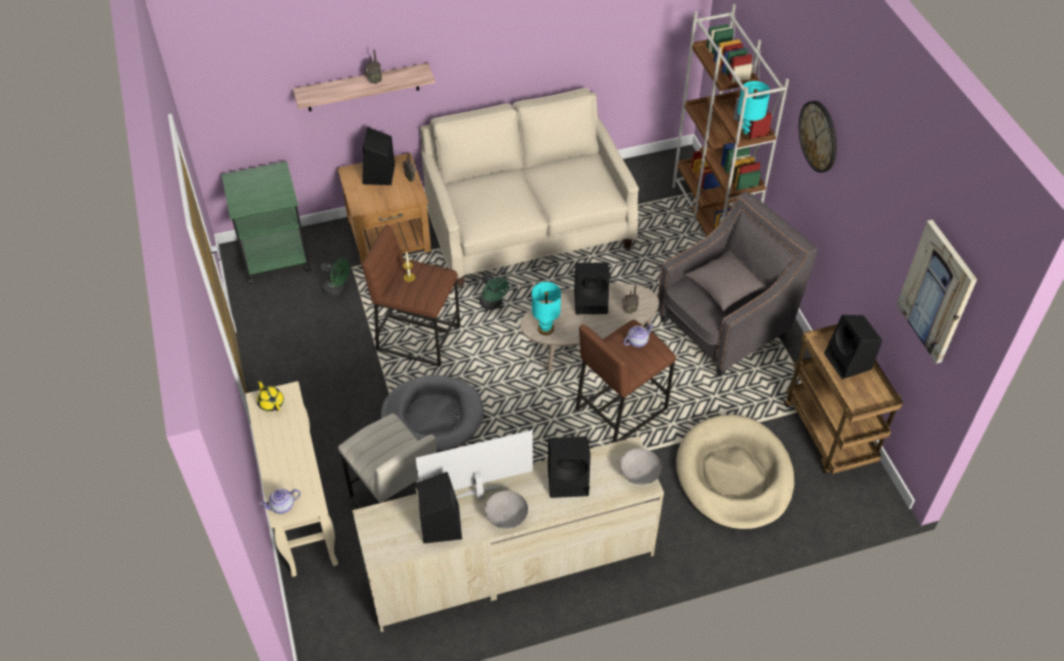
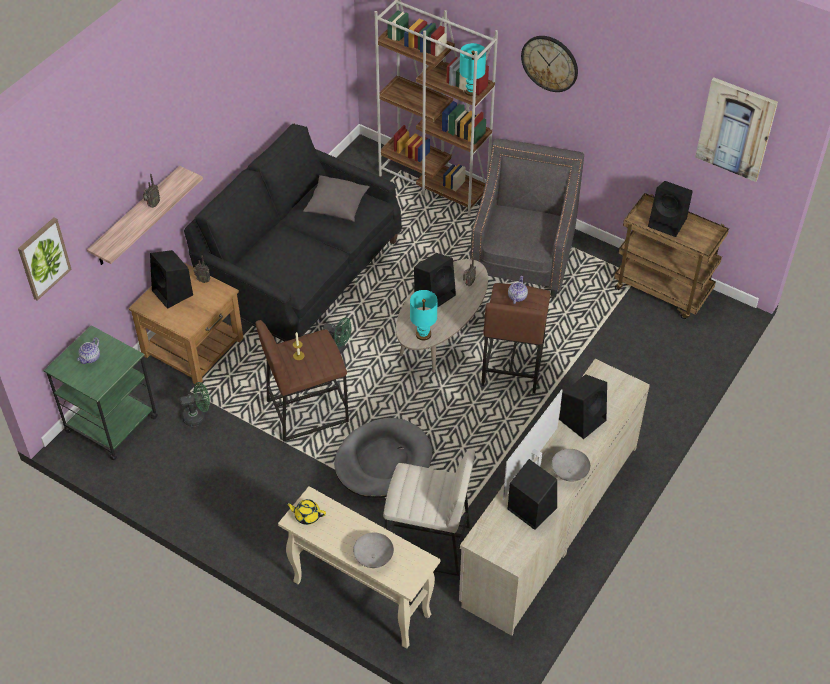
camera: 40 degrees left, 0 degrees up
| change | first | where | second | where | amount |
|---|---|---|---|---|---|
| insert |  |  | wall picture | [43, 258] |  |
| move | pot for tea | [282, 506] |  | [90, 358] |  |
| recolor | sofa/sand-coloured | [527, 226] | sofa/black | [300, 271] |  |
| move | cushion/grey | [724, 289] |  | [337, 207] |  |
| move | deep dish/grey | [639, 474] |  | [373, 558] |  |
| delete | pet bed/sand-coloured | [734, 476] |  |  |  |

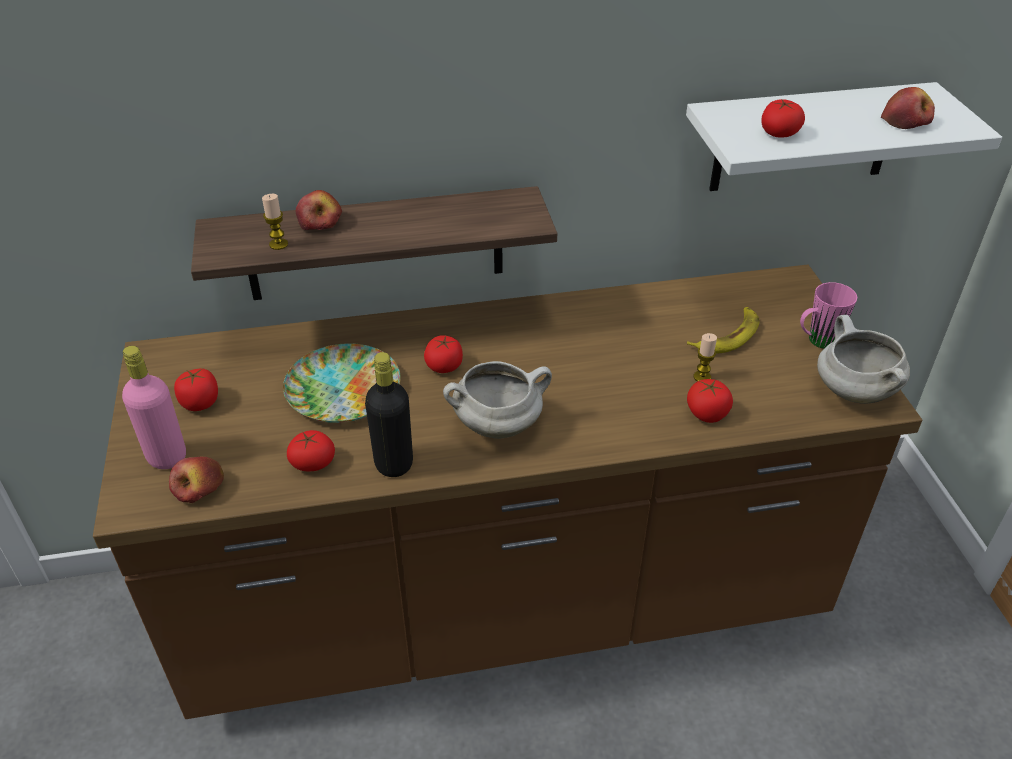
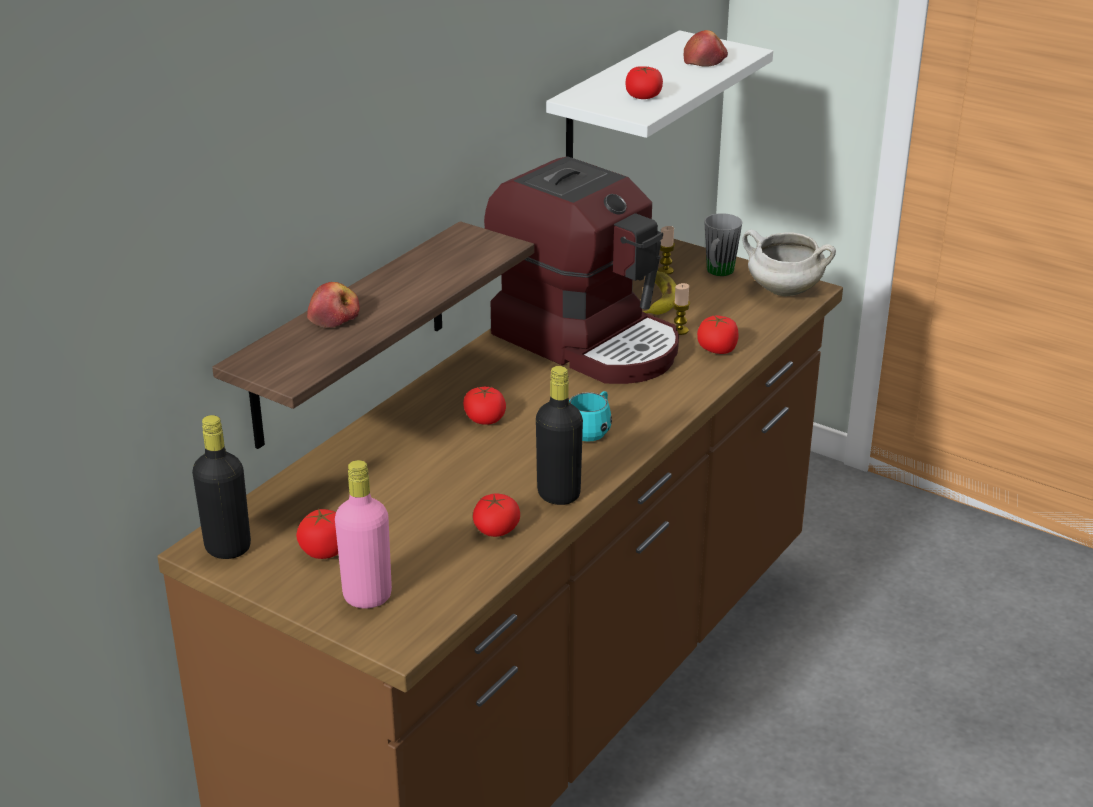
camera: 45 degrees left, 10 degrees down
| change | first | where | second | where | amount |
|---|---|---|---|---|---|
| insert |  |  | bottle/black | [228, 548] |  |
| insert |  |  | coffee maker | [588, 340] |  |
| replace | stockpot/white-coloured | [498, 425] | coffee mug/turquoise | [591, 431] |  |
| move | wax light | [278, 244] |  | [665, 271] |  |
| recolor | coffee mug/pinkish | [816, 342] | coffee mug/grey | [718, 273] |  |
| delete | apple | [199, 488] |  |  |  |
| delete | flat dish | [342, 390] |  |  |  |

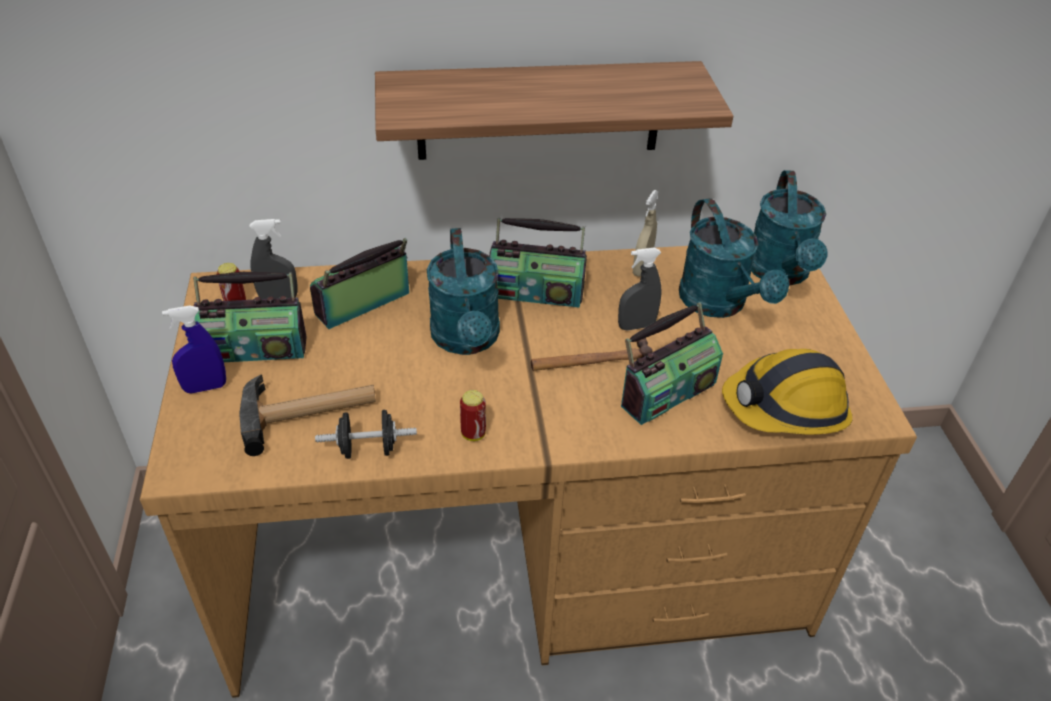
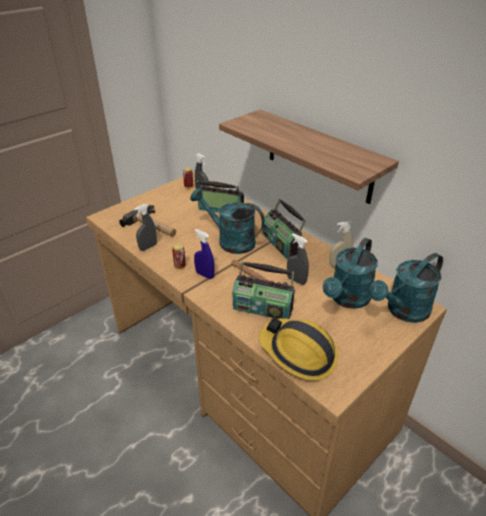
camera: 55 degrees right, 5 degrees down
| change | first | where | second | where | amount |
|---|---|---|---|---|---|
| replace | dumbbell/black | [368, 449] | spray bottle/grey | [148, 247] |  |
| rotate | watering can/turquoise | [467, 340] |  | [230, 241] | 75 degrees clockwise |
| move | spray bottle/blue-coloured | [205, 387] |  | [205, 275] |  |
| delete | radio set | [255, 348] |  |  |  |

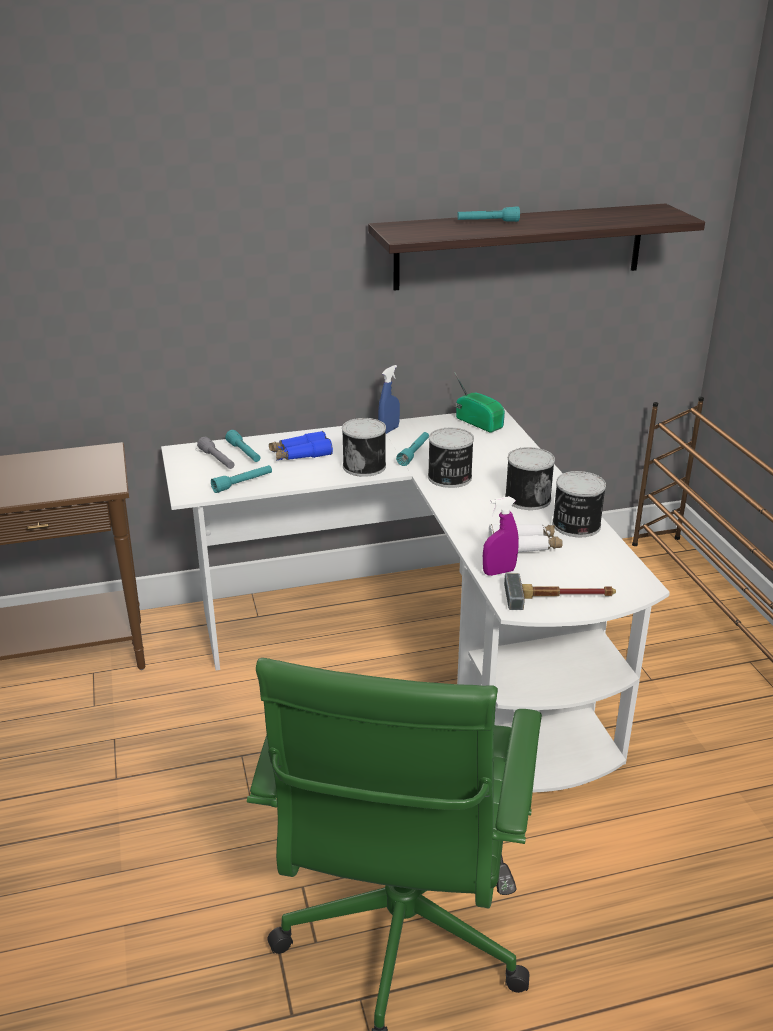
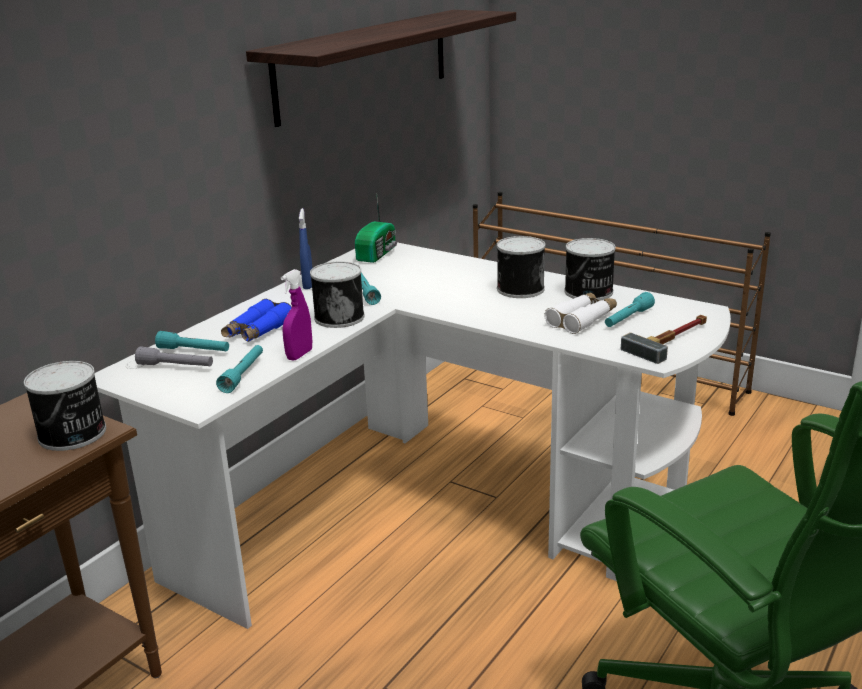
camera: 40 degrees left, 5 degrees down
| change | first | where | second | where | amount |
|---|---|---|---|---|---|
| move | metal can | [449, 477] |  | [73, 434] |  |
| move | spray bottle/purple-coloured | [499, 572] |  | [299, 355] |  |
| rotate | radio set | [479, 422] |  | [378, 253] | 105 degrees clockwise |
| move | torch/turquoise | [487, 222] |  | [628, 318] |  |

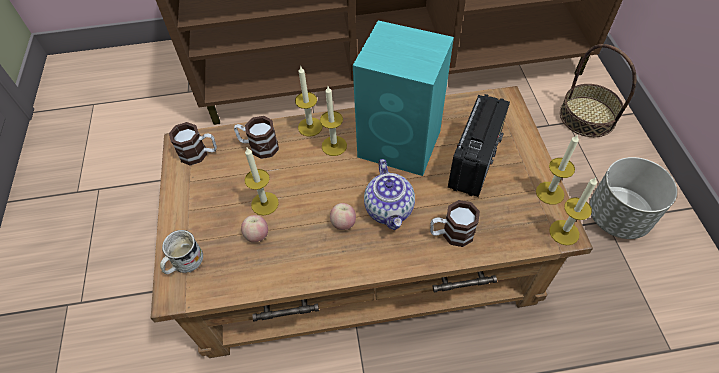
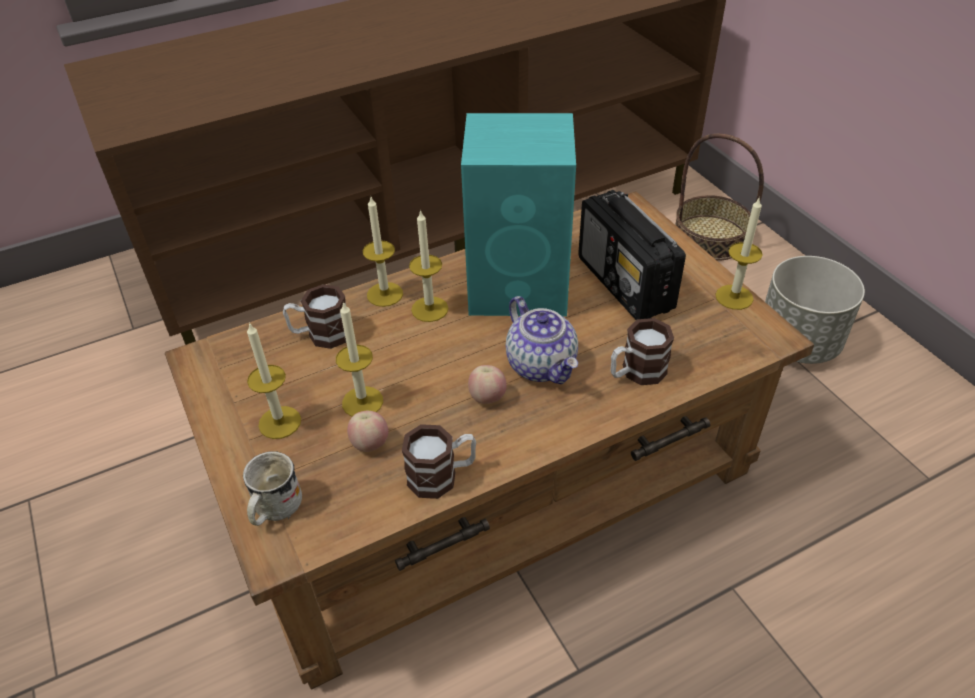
camera: 20 degrees left, 10 degrees down
| change | first | where | second | where | amount |
|---|---|---|---|---|---|
| move | wax light | [564, 232] |  | [279, 422] |  |
| move | coffee mug | [199, 154] |  | [442, 475] |  |
| rotate | radio set | [474, 161] |  | [625, 284] | 150 degrees clockwise |

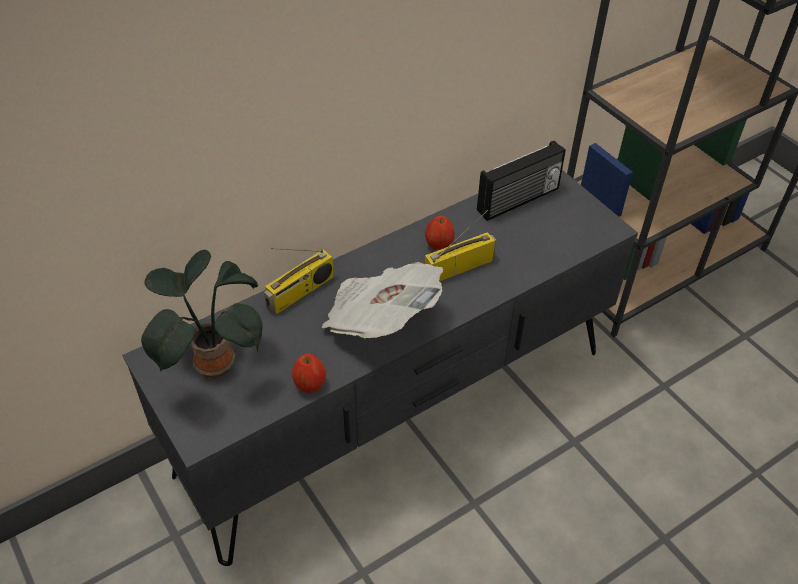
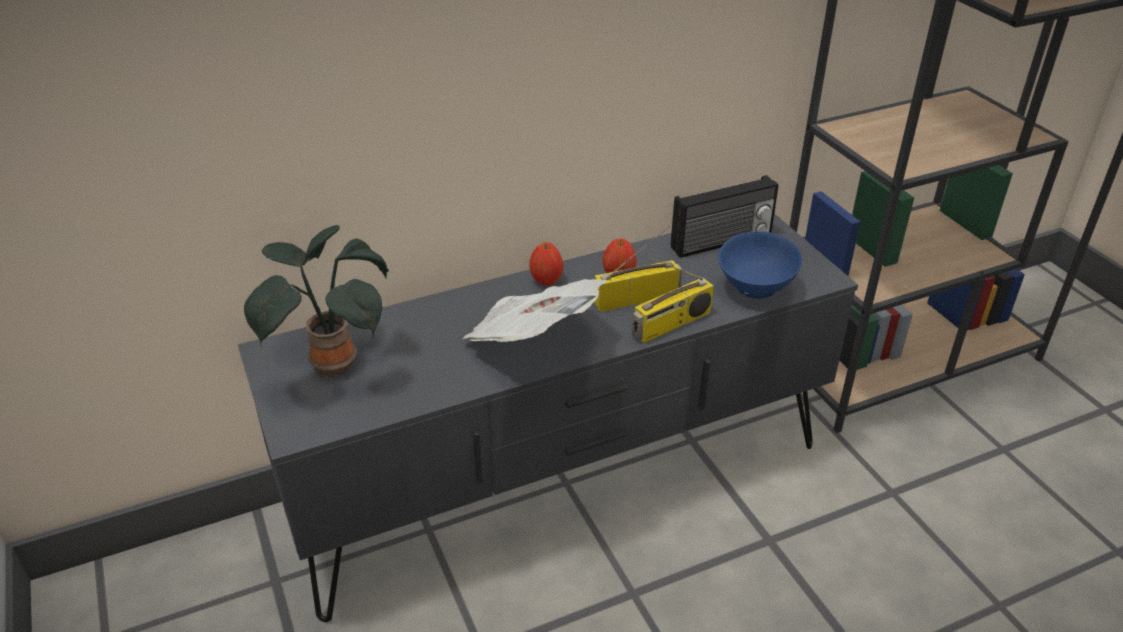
camera: 10 degrees right, 10 degrees down
| change | first | where | second | where | amount |
|---|---|---|---|---|---|
| move | apple | [310, 384] |  | [546, 280] |  |
| move | radio set | [300, 293] |  | [671, 325] |  |
| insert |  |  | deep dish/blue-coloured | [754, 288] |  |

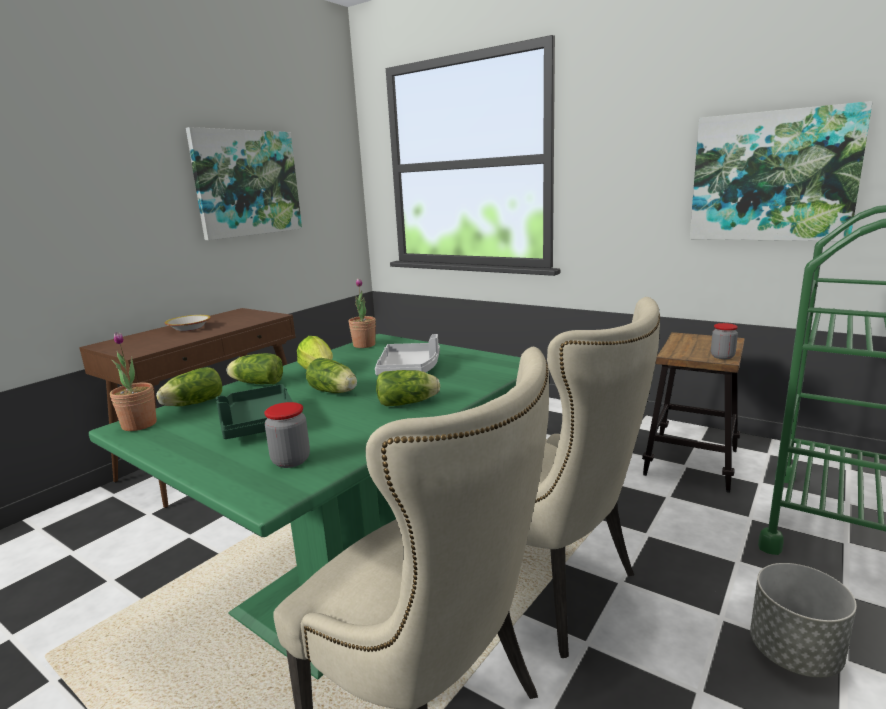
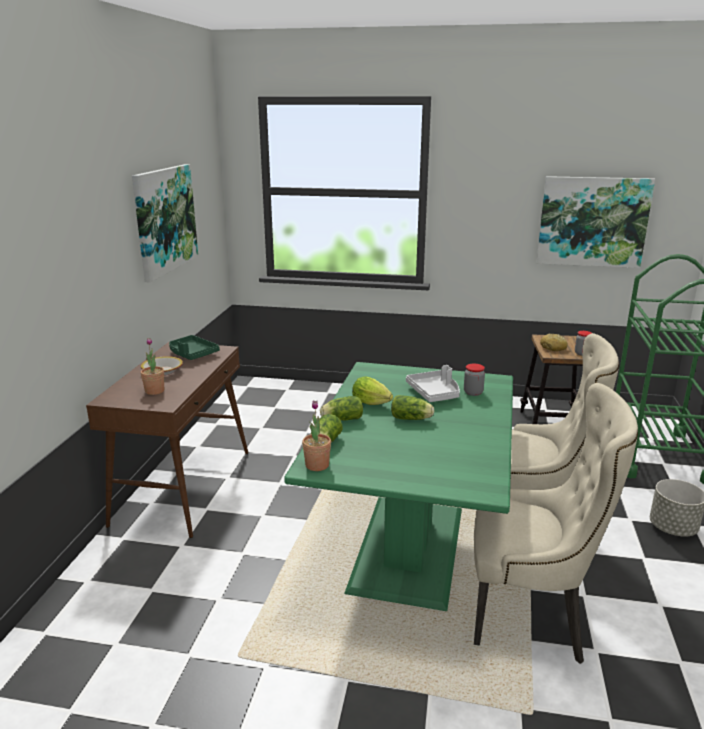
camera: 25 degrees left, 5 degrees up
| change | first | where | second | where | amount |
|---|---|---|---|---|---|
| move | potted plant | [364, 345] |  | [154, 391] |  |
| move | serving tray/green-coloured | [258, 423] |  | [192, 354] |  |
| move | preserve jar | [291, 461] |  | [473, 392] |  |
| insert |  |  | bread | [553, 348] |  |
| delete | lettuce head | [409, 403] |  |  |  |

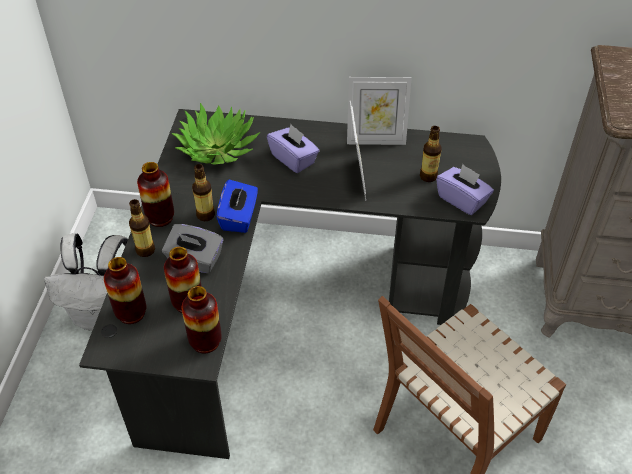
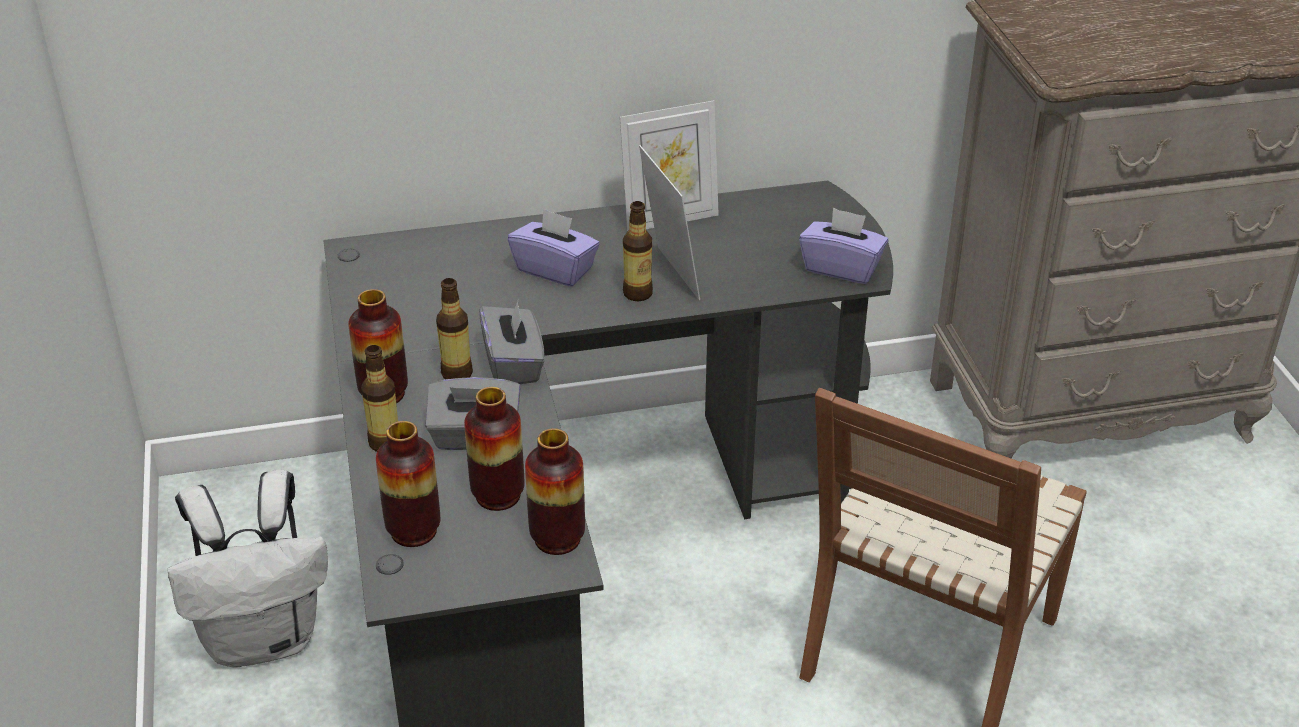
camera: 20 degrees left, 10 degrees down
| change | first | where | second | where | amount |
|---|---|---|---|---|---|
| recolor | tissue box/blue-coloured | [239, 217] | tissue box/grey | [514, 365] |  |
| move | bottle | [428, 176] |  | [638, 293] |  |
| delete | potted plant | [217, 148] |  |  |  |

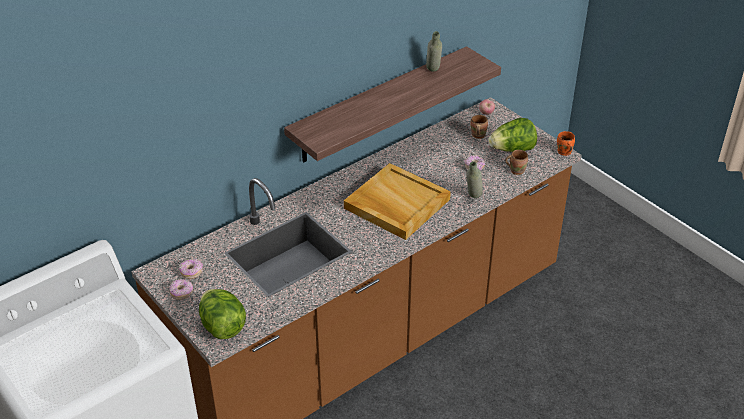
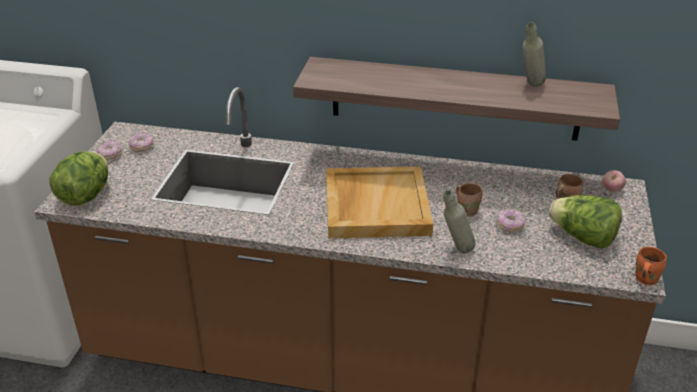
camera: 50 degrees right, 5 degrees down
| change | first | where | second | where | amount |
|---|---|---|---|---|---|
| move | coffee mug/brown-coloured | [516, 170] |  | [467, 210] |  |

